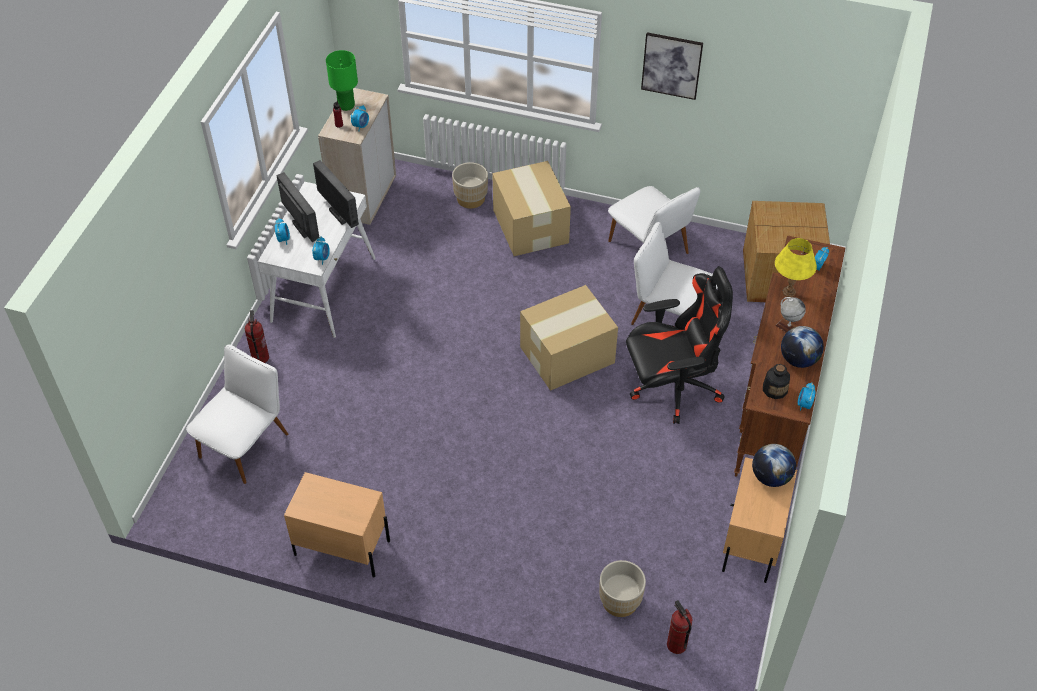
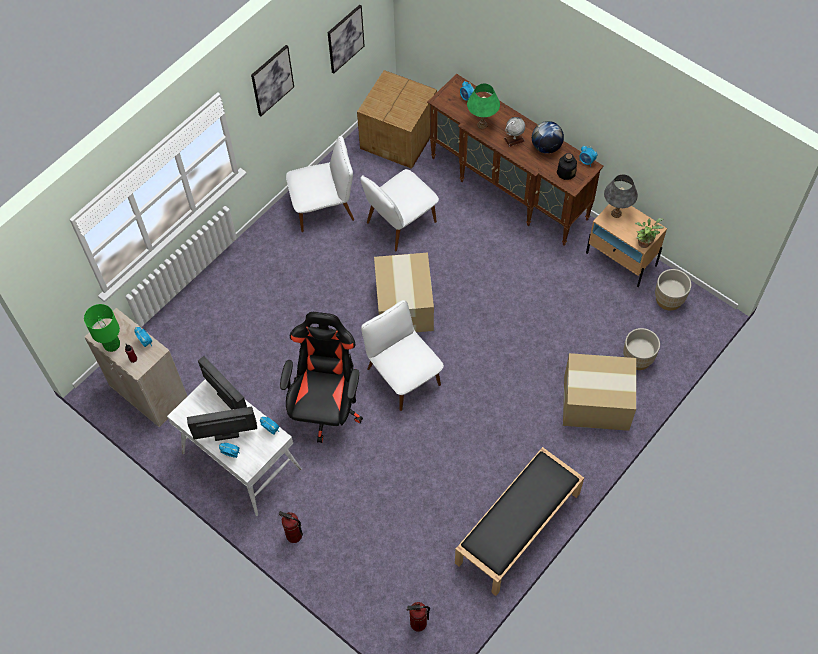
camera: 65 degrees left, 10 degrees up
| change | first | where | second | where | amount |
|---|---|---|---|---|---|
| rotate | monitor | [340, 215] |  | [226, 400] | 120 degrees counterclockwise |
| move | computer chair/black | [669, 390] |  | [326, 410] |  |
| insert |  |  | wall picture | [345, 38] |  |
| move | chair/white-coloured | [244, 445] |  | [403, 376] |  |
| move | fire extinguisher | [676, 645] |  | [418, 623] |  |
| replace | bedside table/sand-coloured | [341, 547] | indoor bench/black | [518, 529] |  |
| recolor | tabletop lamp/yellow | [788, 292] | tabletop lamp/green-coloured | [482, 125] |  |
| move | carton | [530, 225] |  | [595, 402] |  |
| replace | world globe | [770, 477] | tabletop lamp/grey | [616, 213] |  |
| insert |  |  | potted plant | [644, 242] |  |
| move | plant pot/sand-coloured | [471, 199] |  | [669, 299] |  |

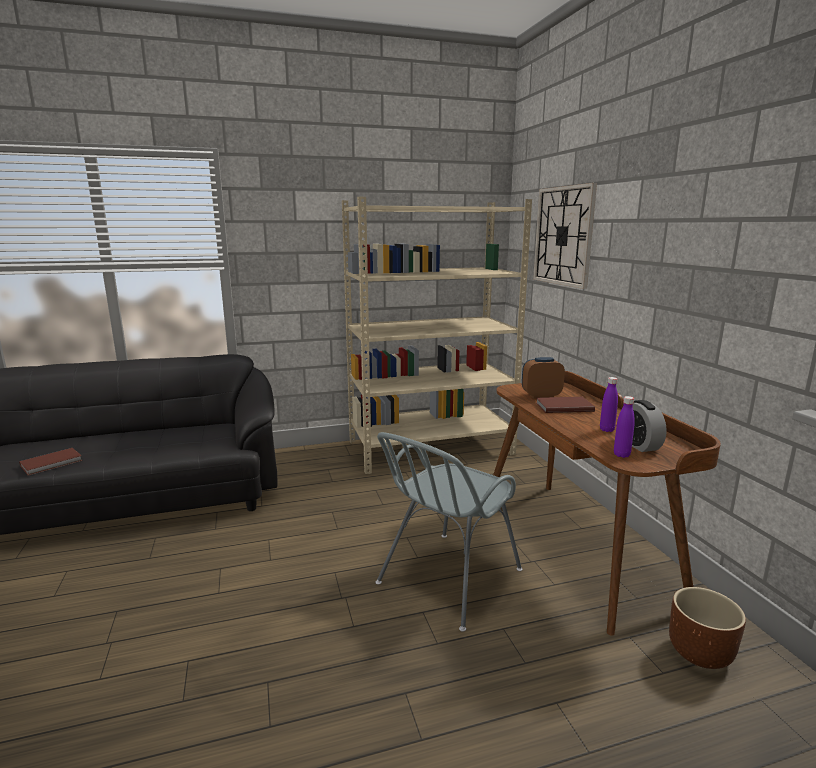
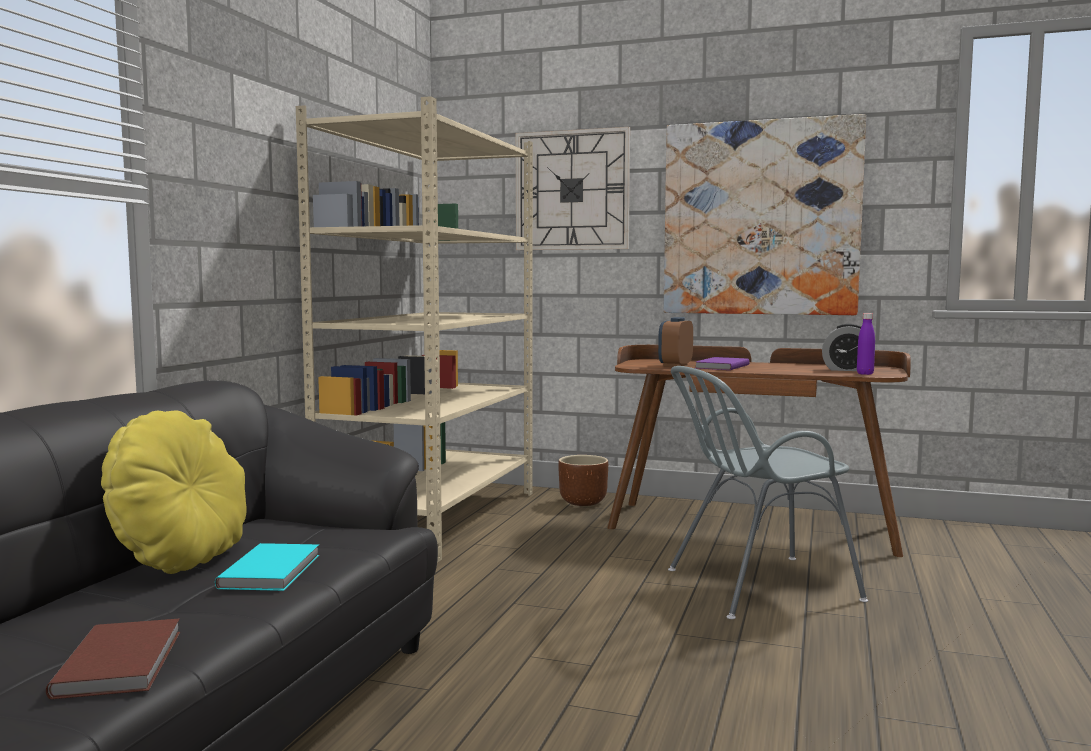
camera: 55 degrees left, 10 degrees down
| change | first | where | second | where | amount |
|---|---|---|---|---|---|
| insert |  |  | cushion/yellow | [182, 562] |  |
| insert |  |  | volume/turquoise | [273, 570] |  |
| move | plant pot/brown-coloured | [700, 653] |  | [583, 502] |  |
| insert |  |  | wall picture | [760, 218] |  |
| rotate | chair/grey | [447, 579] |  | [756, 585] | 90 degrees clockwise |
| recolor | volume/brown-coloured | [563, 407] | volume/purple-coloured | [720, 366] |  |
| delete | bottle/purple-coloured | [606, 430] |  |  |  |

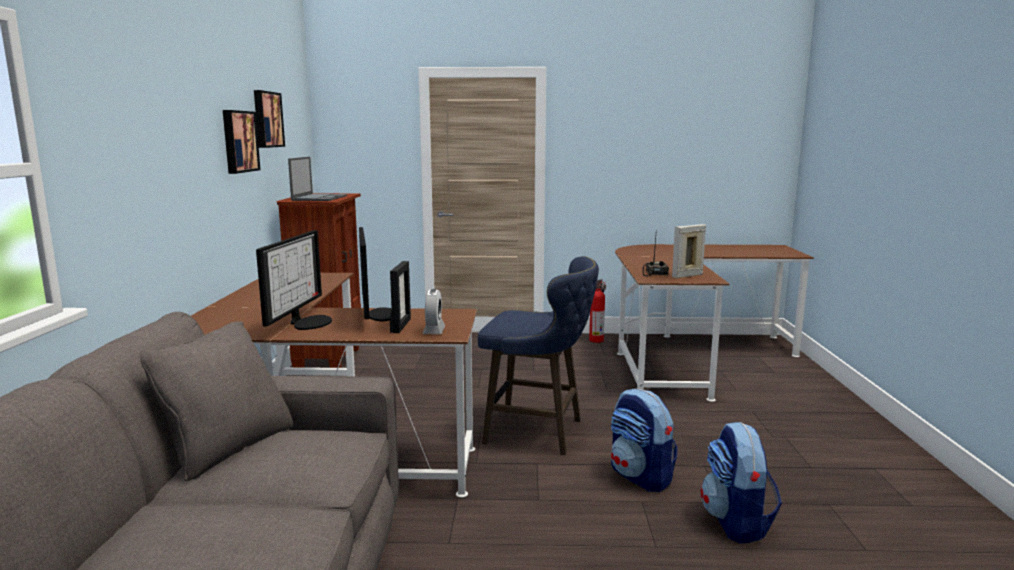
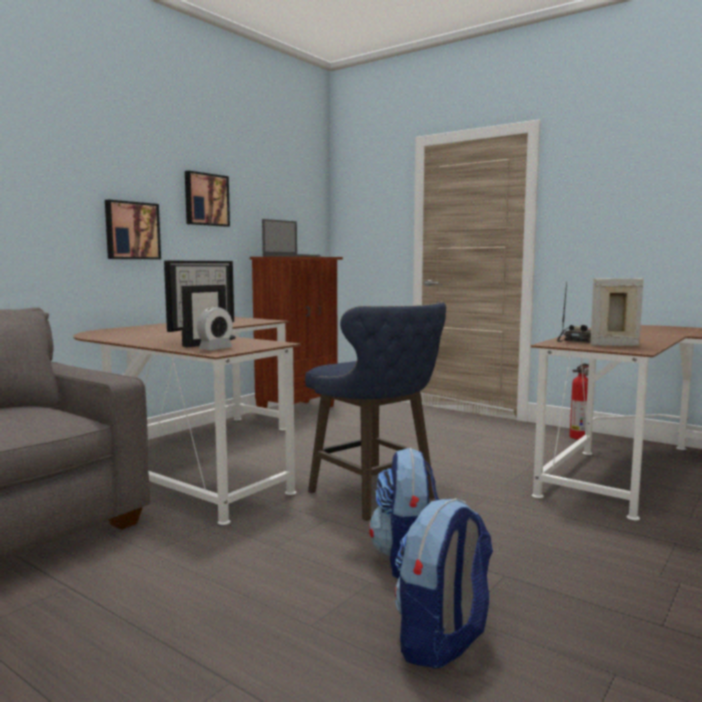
camera: 35 degrees right, 5 degrees down
| change | first | where | second | where | amount |
|---|---|---|---|---|---|
| move | wall picture | [266, 119] |  | [131, 230] |  |
| delete | monitor | [307, 322] |  |  |  |

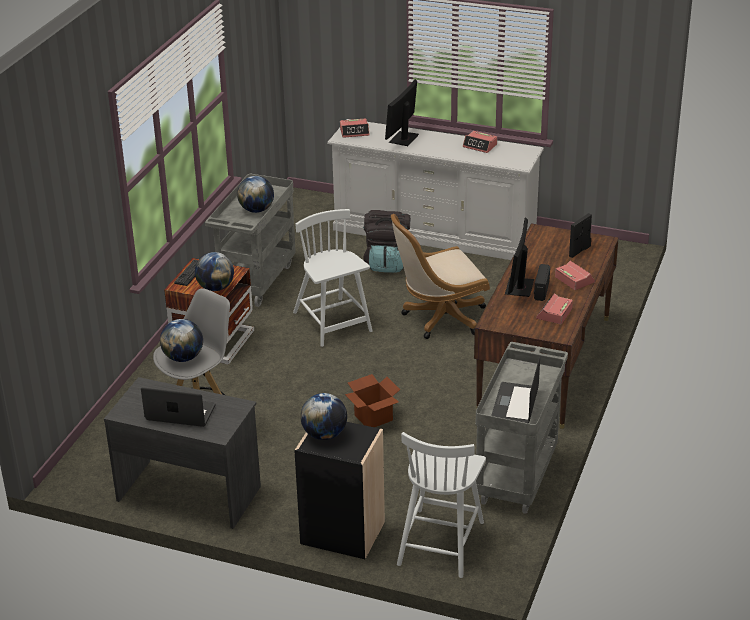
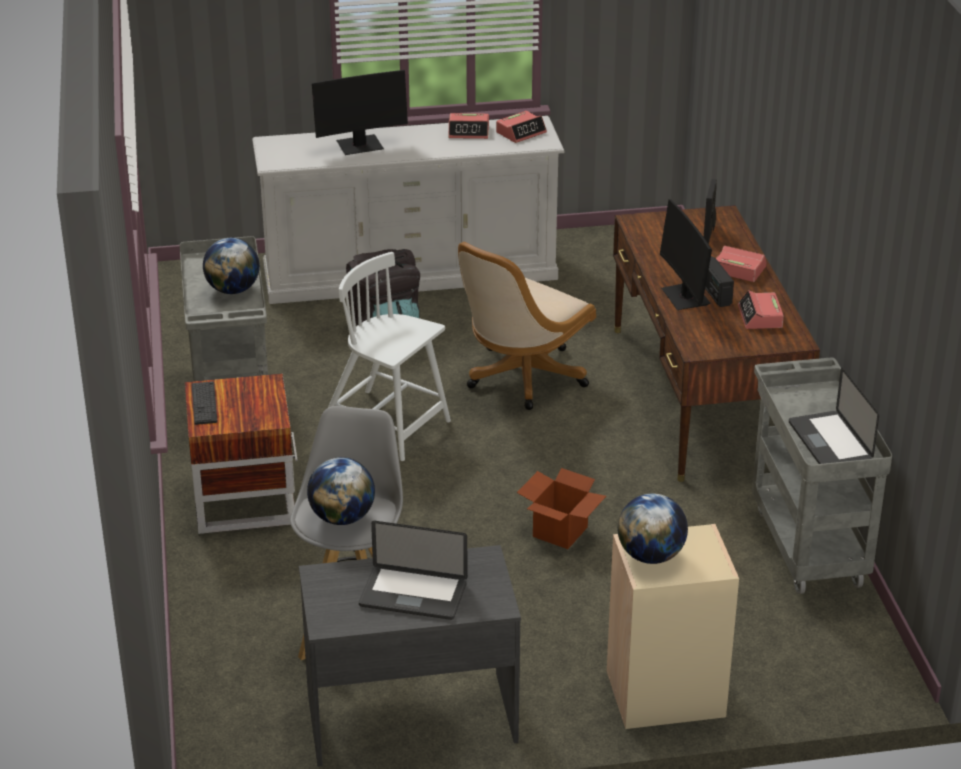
camera: 30 degrees left, 0 degrees up
| change | first | where | second | where | amount |
|---|---|---|---|---|---|
| rotate | monitor | [403, 139] |  | [360, 146] | 105 degrees counterclockwise |
| rotate | notebook computer | [180, 413] |  | [413, 595] | 150 degrees counterclockwise |
| move | alarm clock | [354, 132] |  | [521, 132] |  |
| recolor | bookshelf/black | [341, 533] | bookshelf/sand-coloured | [664, 695] |  |
| delete | world globe | [215, 288] |  |  |  |
| delete | chair/white-coloured | [440, 541] |  |  |  |

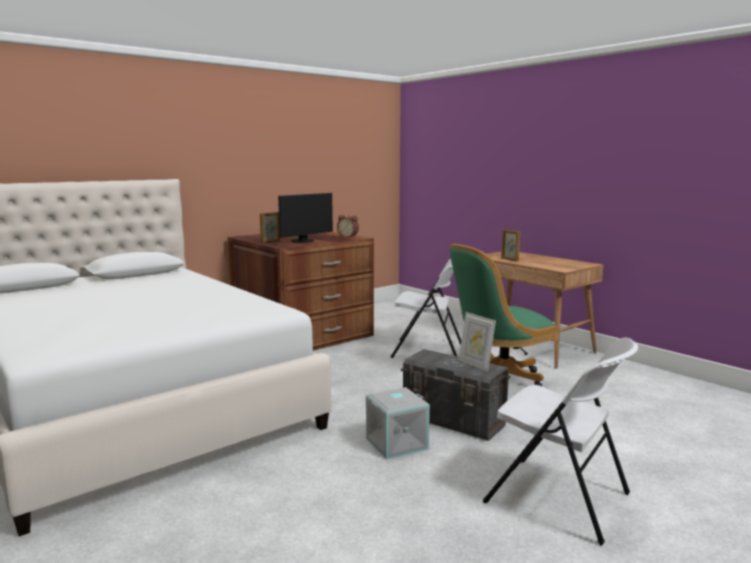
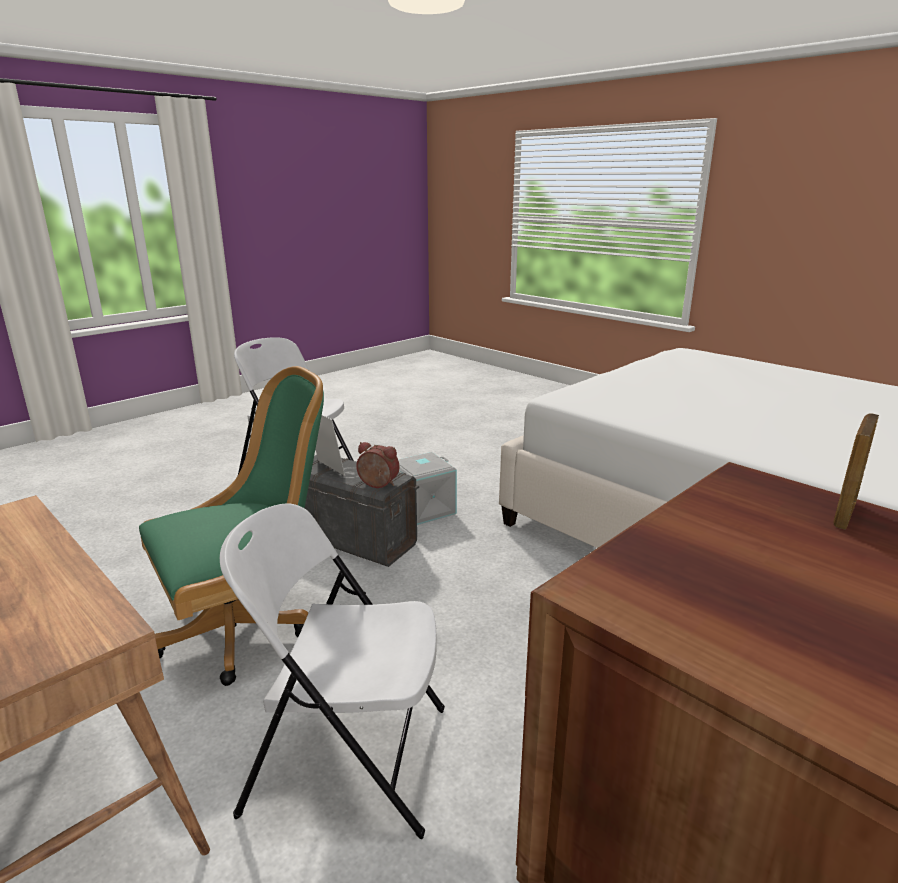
camera: 175 degrees right, 10 degrees up
| change | first | where | second | where | amount |
|---|---|---|---|---|---|
| move | alarm clock | [348, 237] |  | [377, 485] |  |
| delete | monitor | [304, 241] |  |  |  |
| delete | picture frame | [509, 259] |  |  |  |

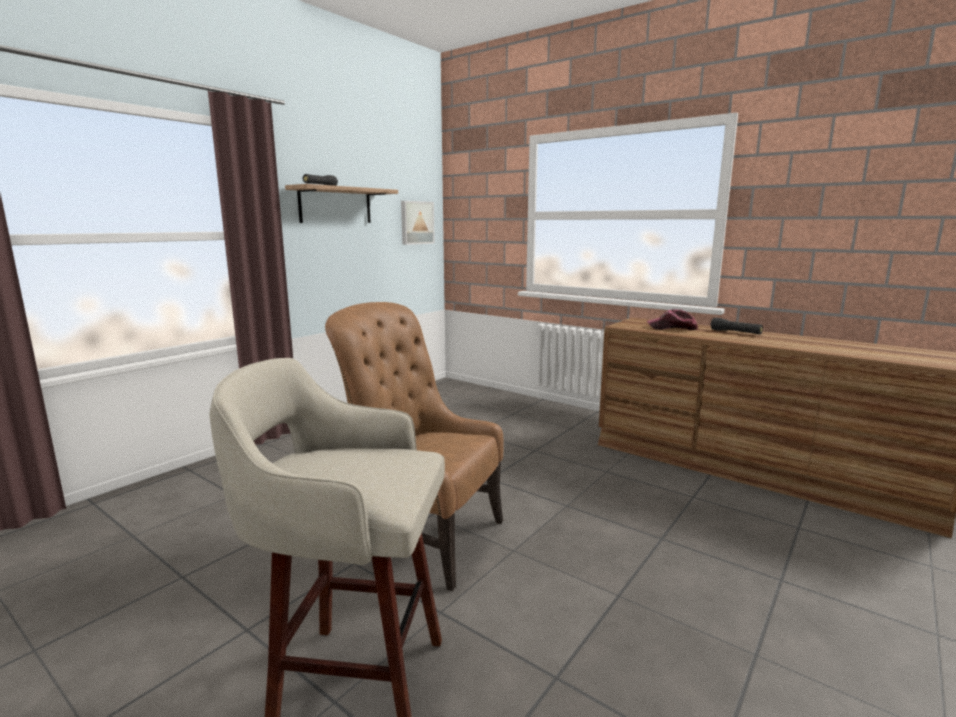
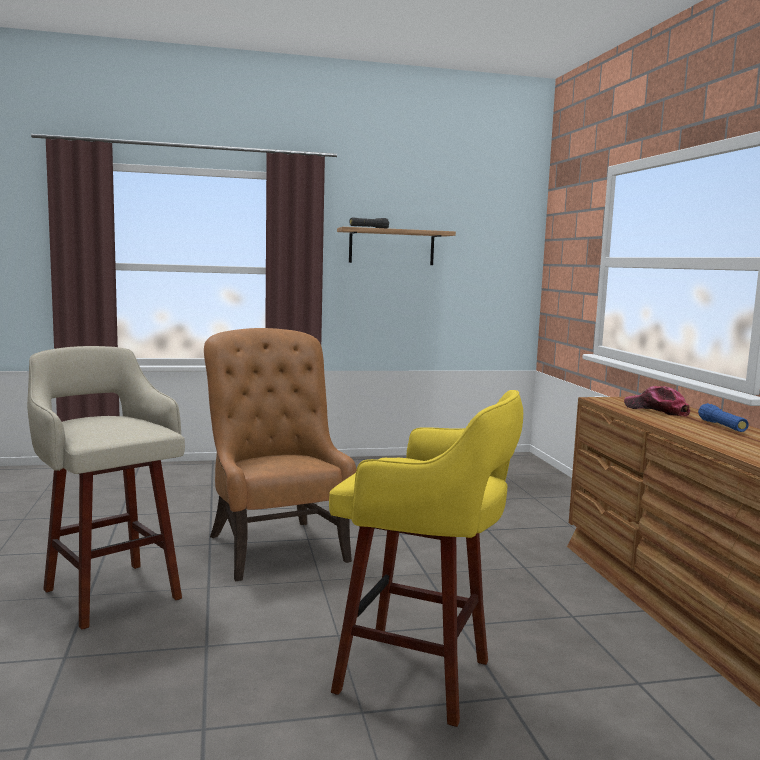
camera: 40 degrees right, 5 degrees down
| change | first | where | second | where | amount |
|---|---|---|---|---|---|
| insert |  |  | sitting stool/yellow | [420, 679] |  |
| recolor | torch/black | [735, 332] | torch/blue-coloured | [722, 426] |  |
| delete | wall picture | [416, 222] |  |  |  |

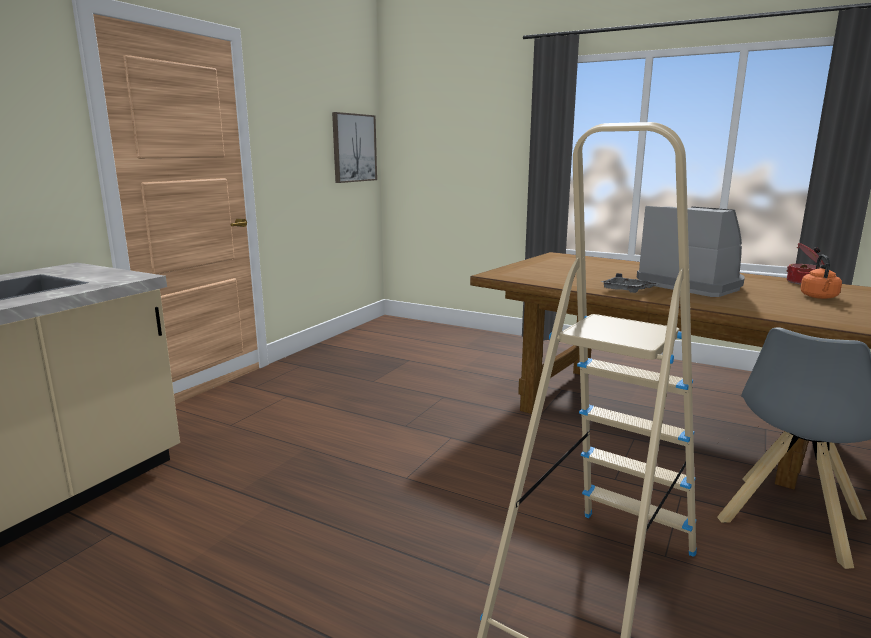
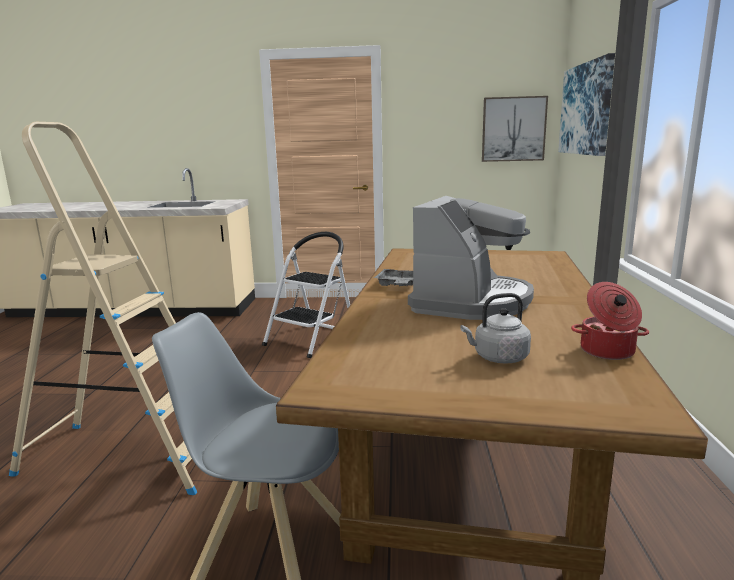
camera: 65 degrees right, 0 degrees up
| change | first | where | second | where | amount |
|---|---|---|---|---|---|
| insert |  |  | stepladder | [313, 339] |  |
| recolor | water kettle/orange-coloured | [819, 297] | water kettle/grey | [498, 358] |  |
| insert |  |  | wall picture | [586, 109] |  |

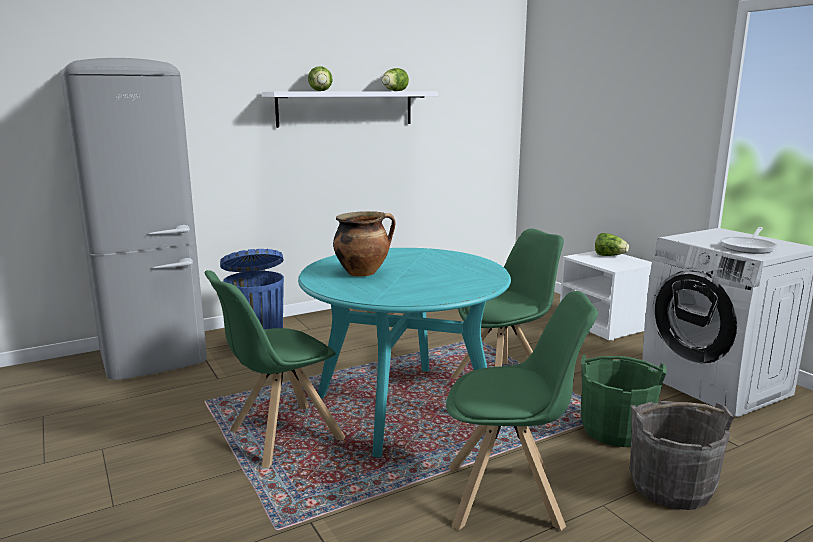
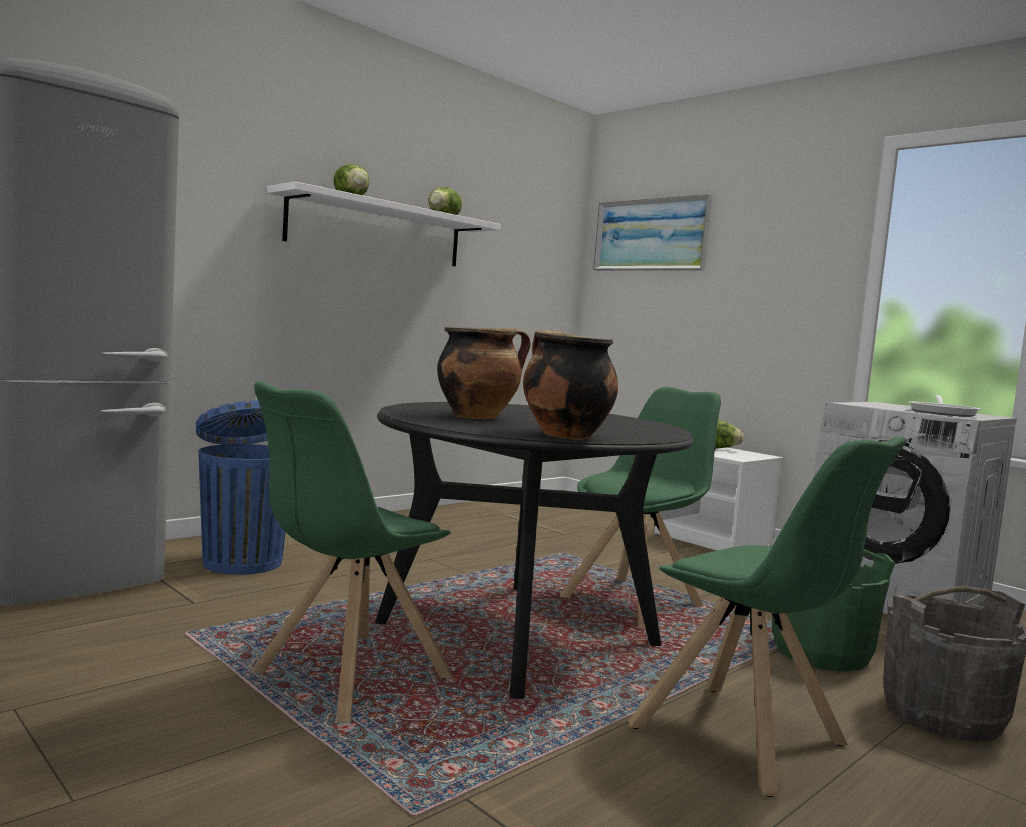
camera: 15 degrees left, 10 degrees down
| change | first | where | second | where | amount |
|---|---|---|---|---|---|
| recolor | kitchen table/turquoise | [404, 408] | kitchen table/black | [517, 634] |  |
| insert |  |  | stockpot | [563, 435] |  |
| insert |  |  | wall picture | [650, 235] |  |
| rotate | chair/green-coloured | [509, 496] |  | [747, 739] | 60 degrees clockwise |

